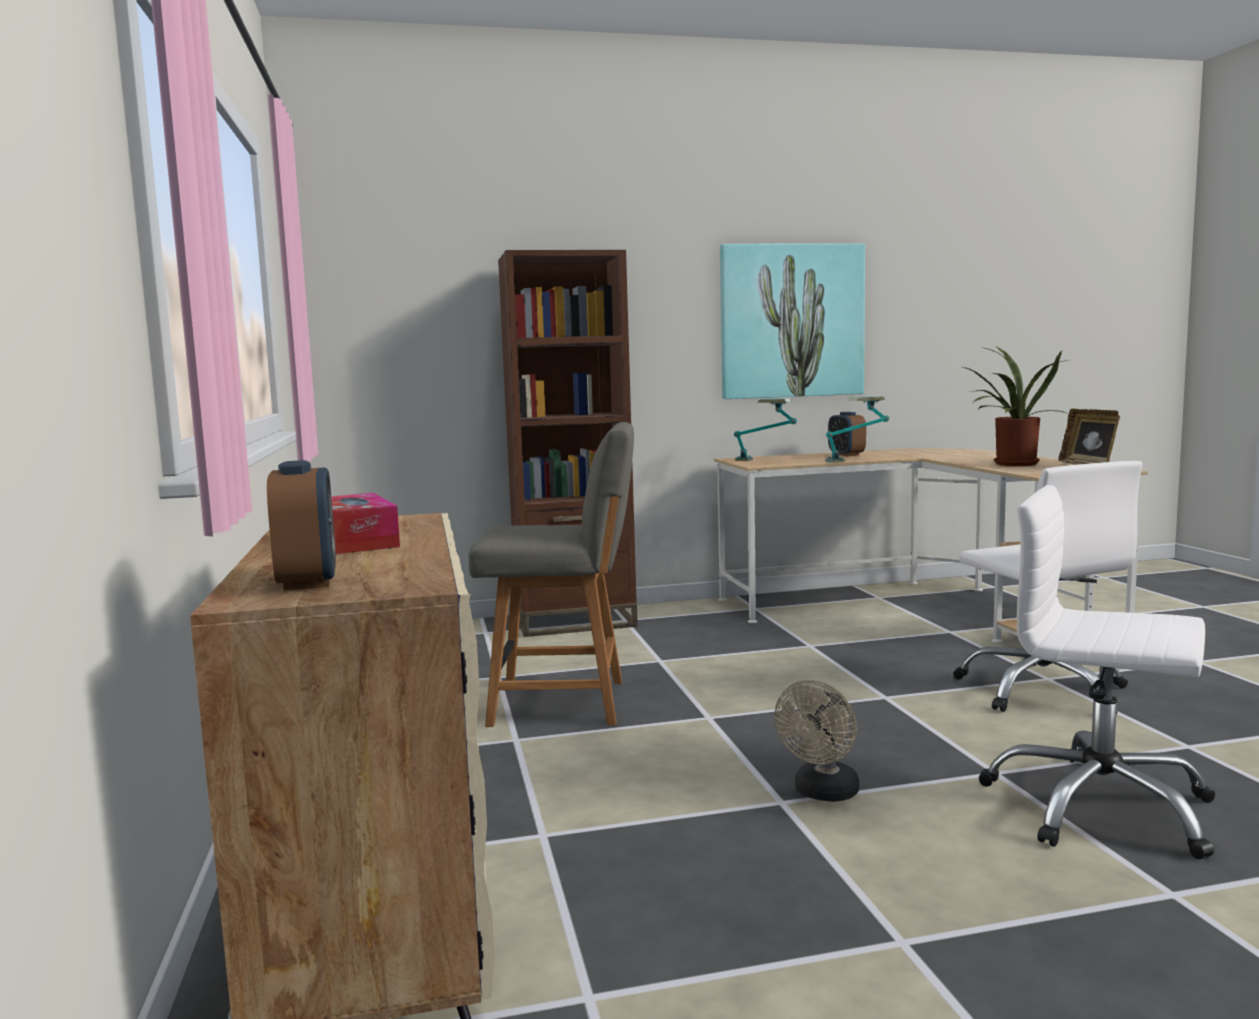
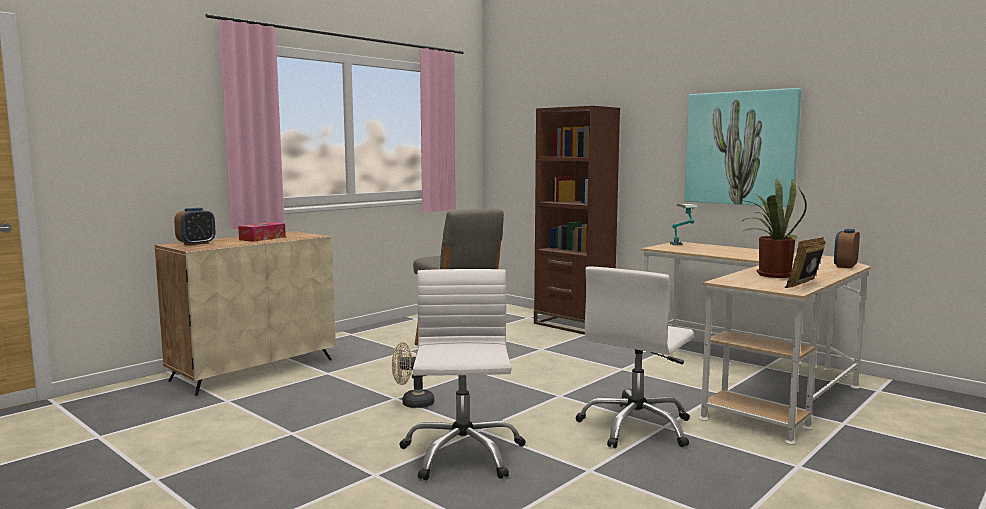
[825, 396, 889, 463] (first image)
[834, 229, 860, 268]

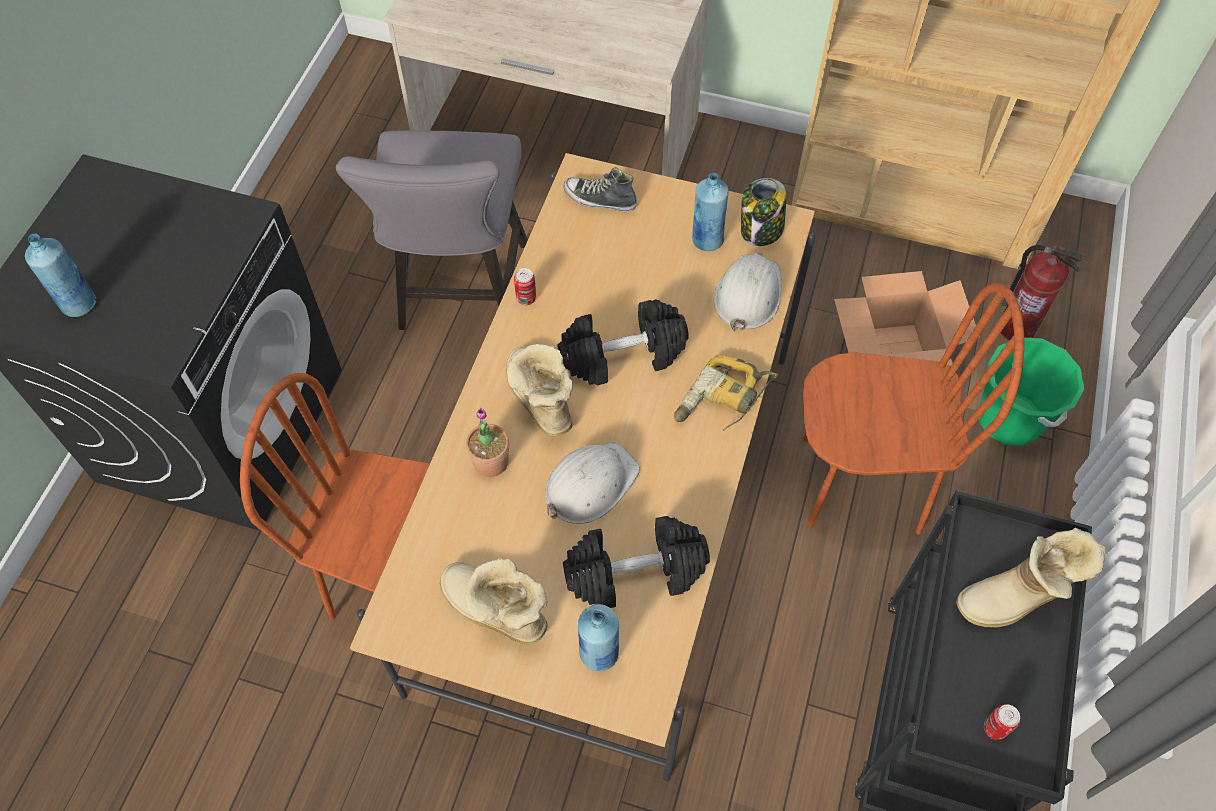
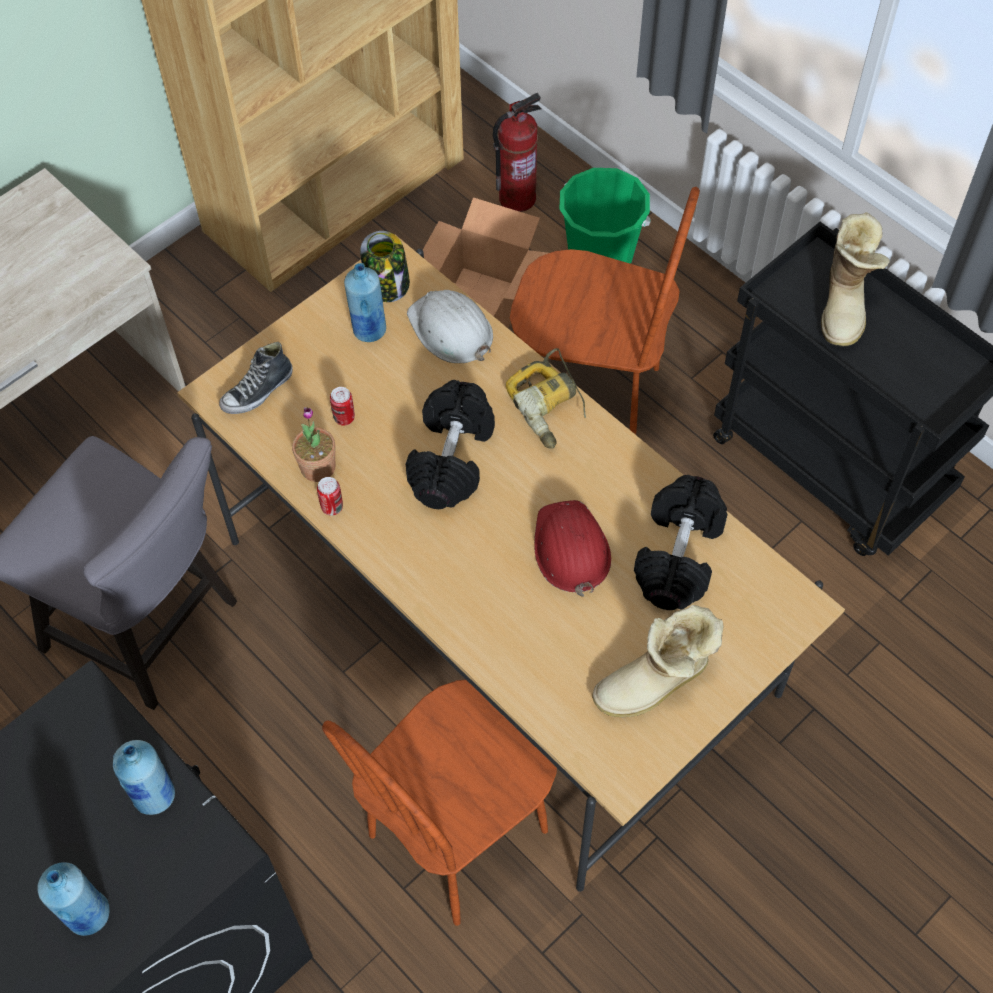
[506, 344, 573, 436] (first image)
[292, 407, 336, 482]
[113, 740, 175, 815]
[330, 387, 355, 426]
[534, 500, 611, 597]
[510, 187, 700, 435]

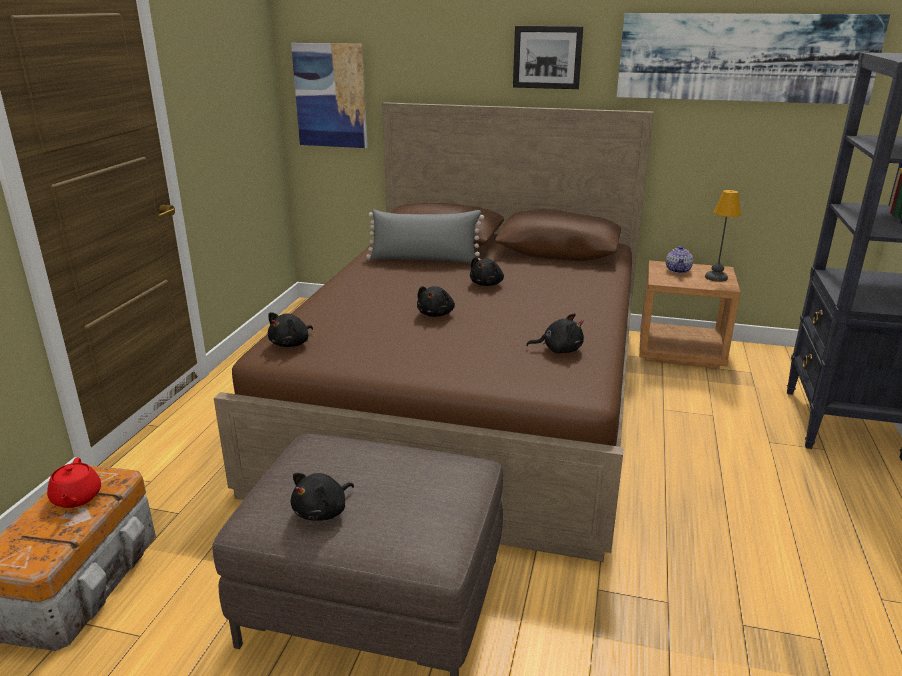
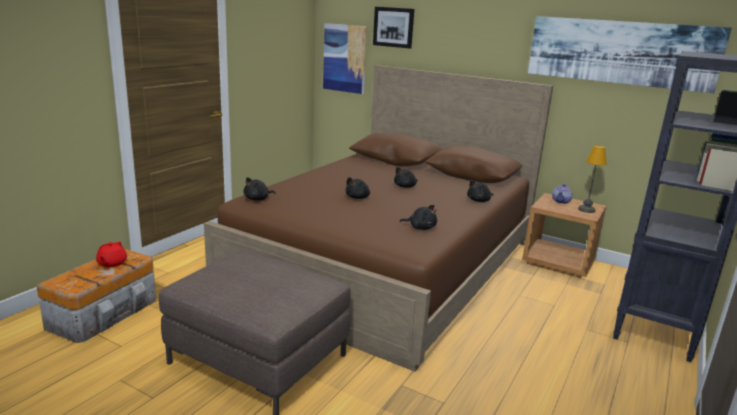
[366, 209, 484, 264] (first image)
[467, 180, 493, 202]
[373, 7, 414, 49]

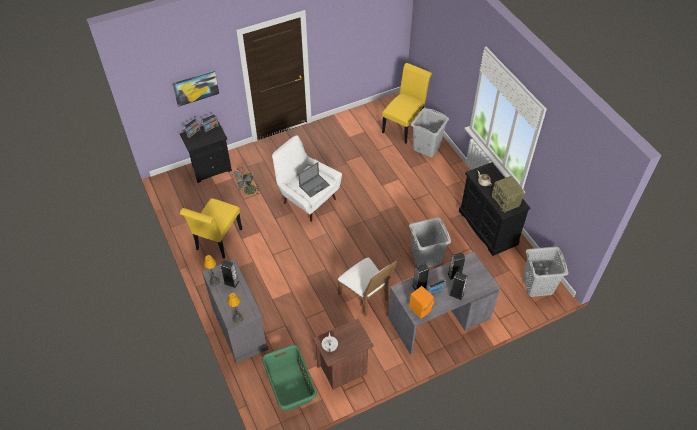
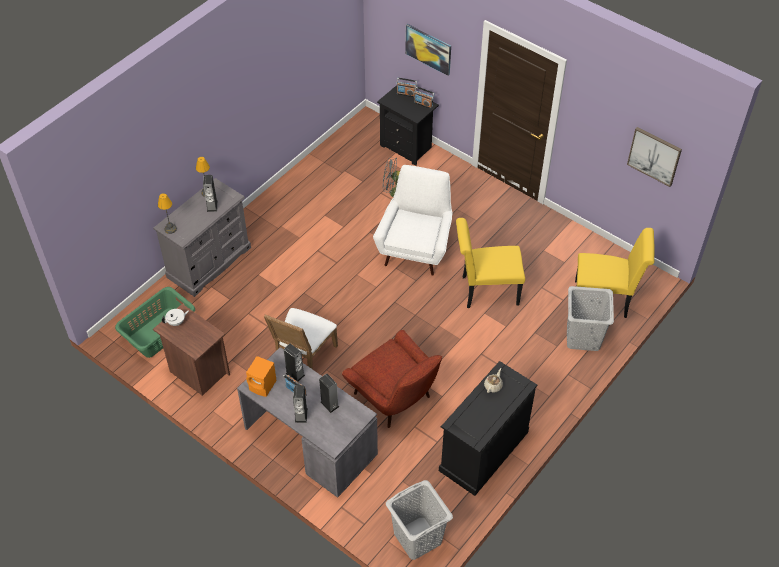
[298, 162, 330, 197] (first image)
[492, 176, 524, 212] (first image)
[627, 127, 682, 187]
[456, 218, 525, 308]
[342, 330, 442, 428]

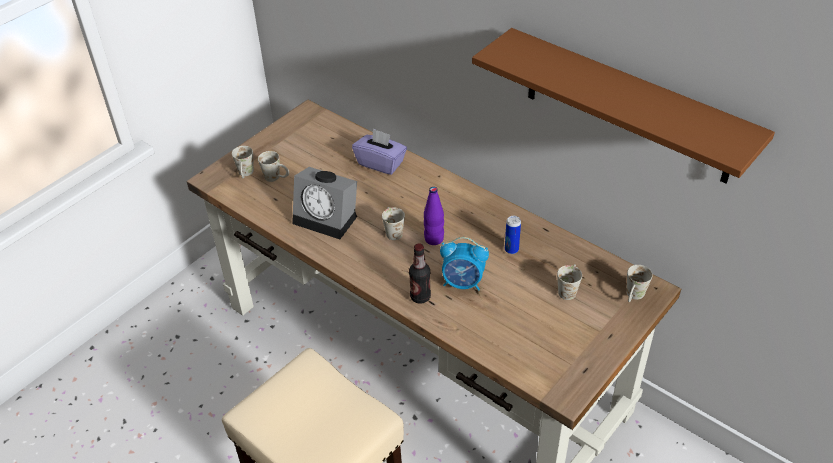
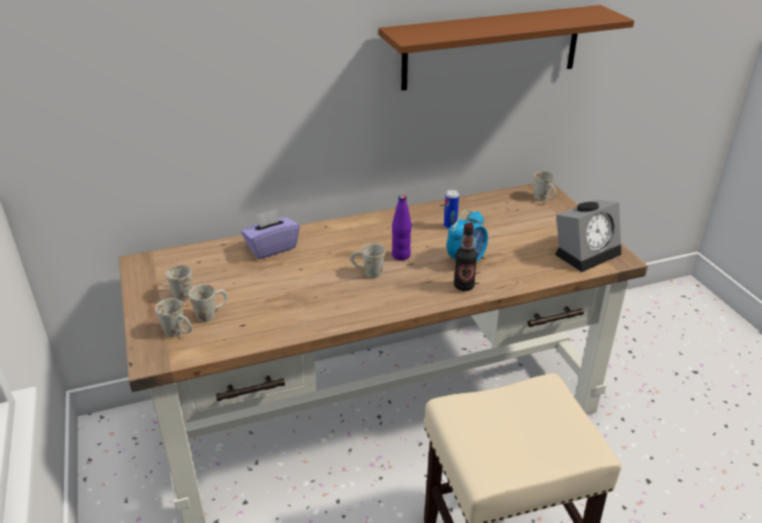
[555, 199, 621, 272]
[166, 265, 192, 301]

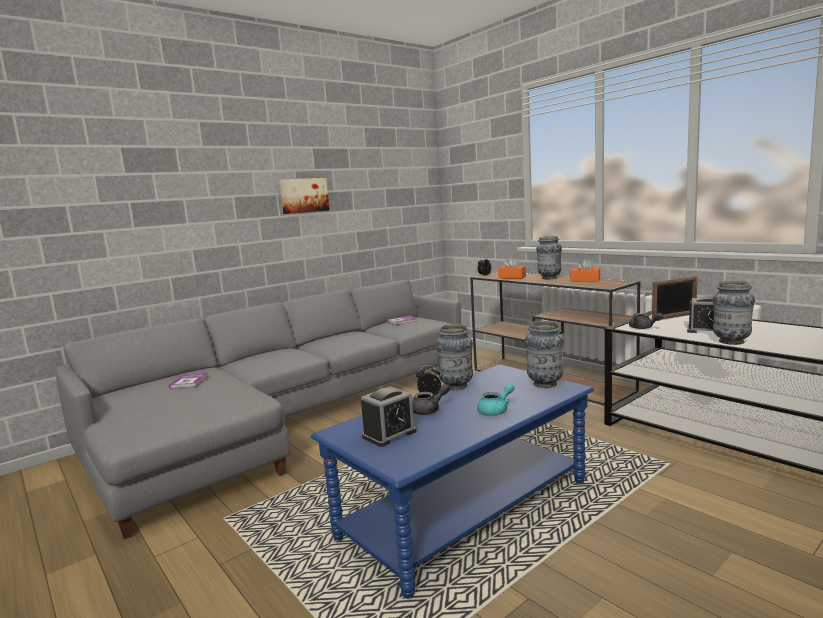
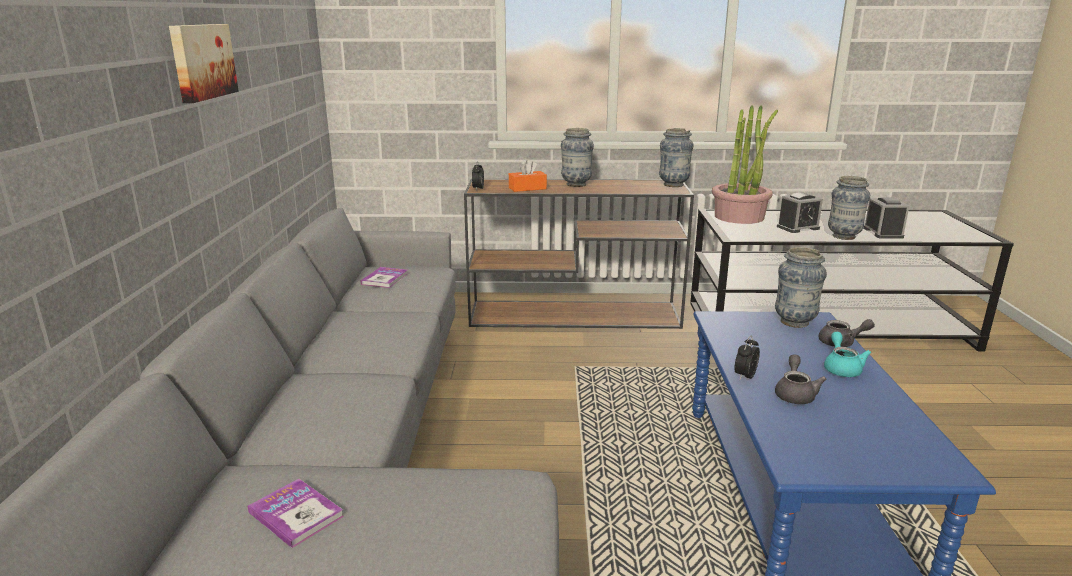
[570, 258, 600, 282] (first image)
[864, 198, 909, 239]
[659, 128, 693, 187]
[818, 319, 875, 347]
[712, 105, 778, 224]

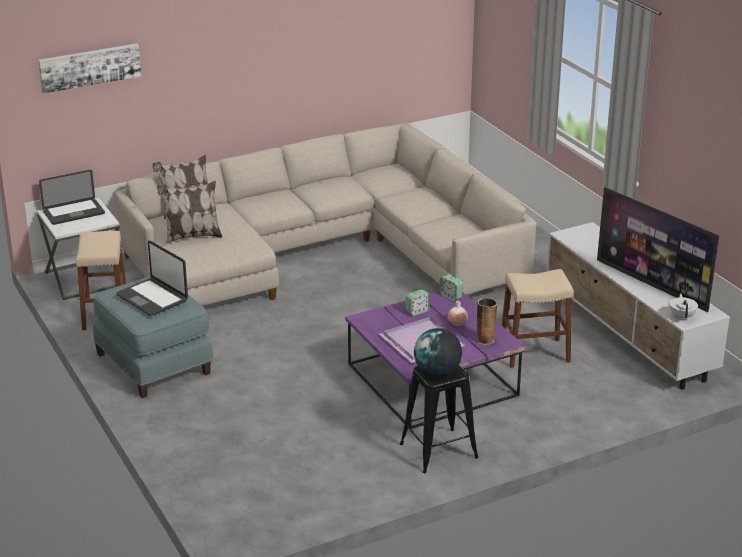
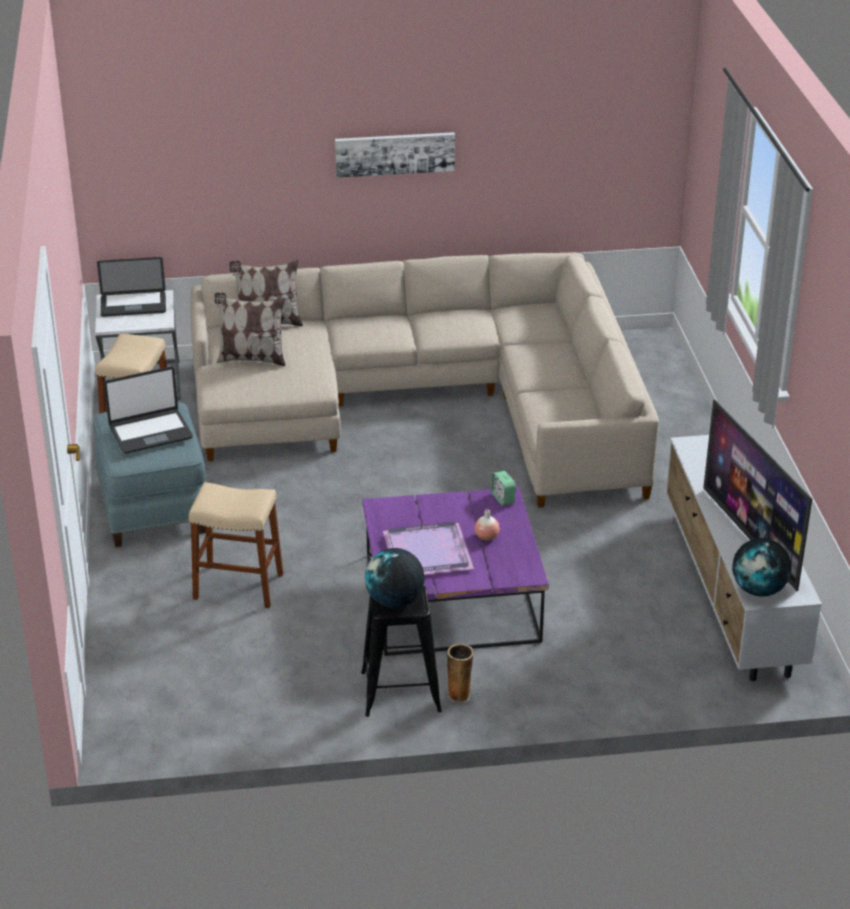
[406, 289, 430, 316] (first image)
[335, 132, 455, 178]
[447, 644, 474, 703]
[189, 482, 283, 608]
[732, 538, 792, 597]
[104, 366, 193, 453]

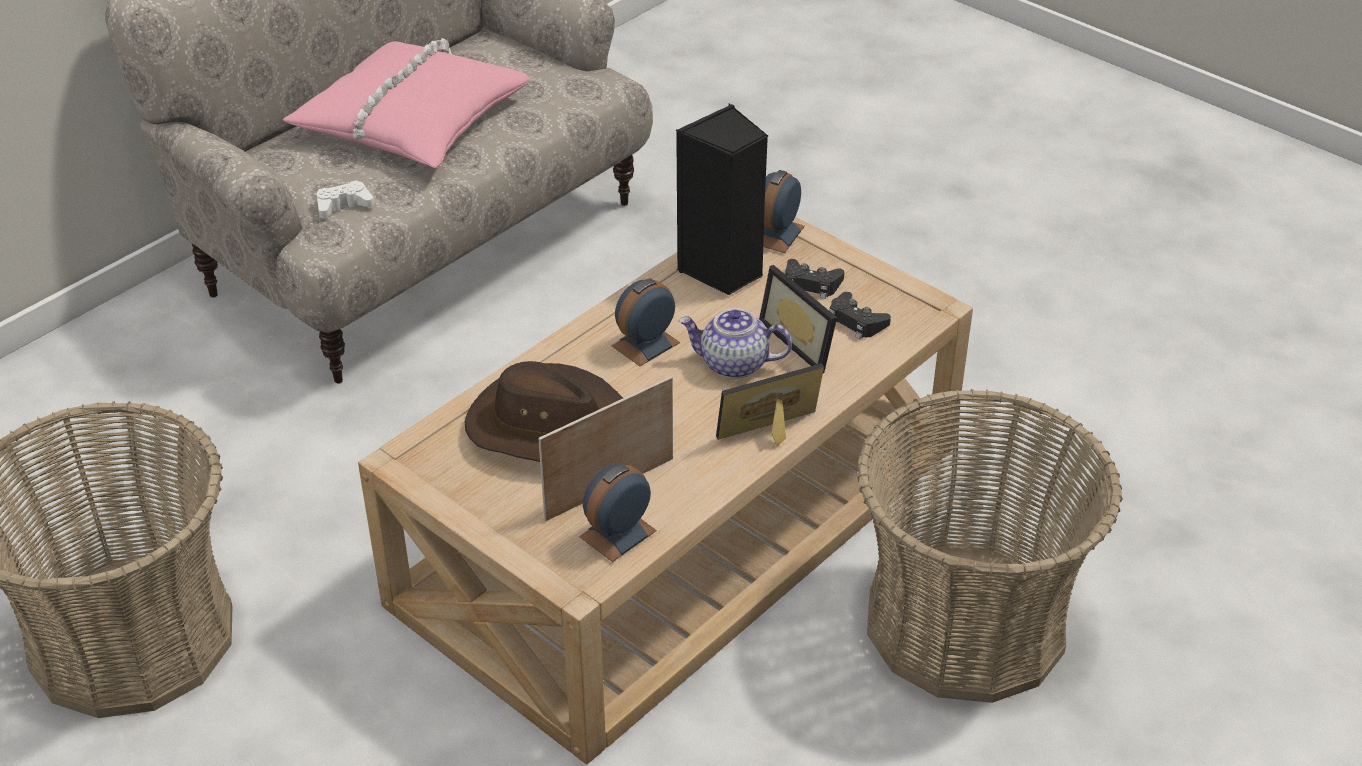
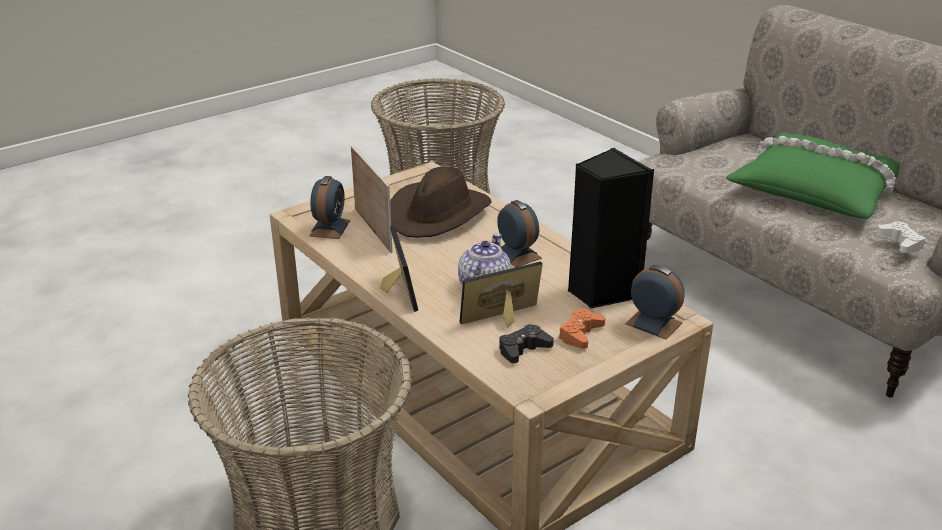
[877, 222, 925, 253]
[726, 132, 900, 219]
[558, 309, 606, 349]
[309, 176, 350, 239]

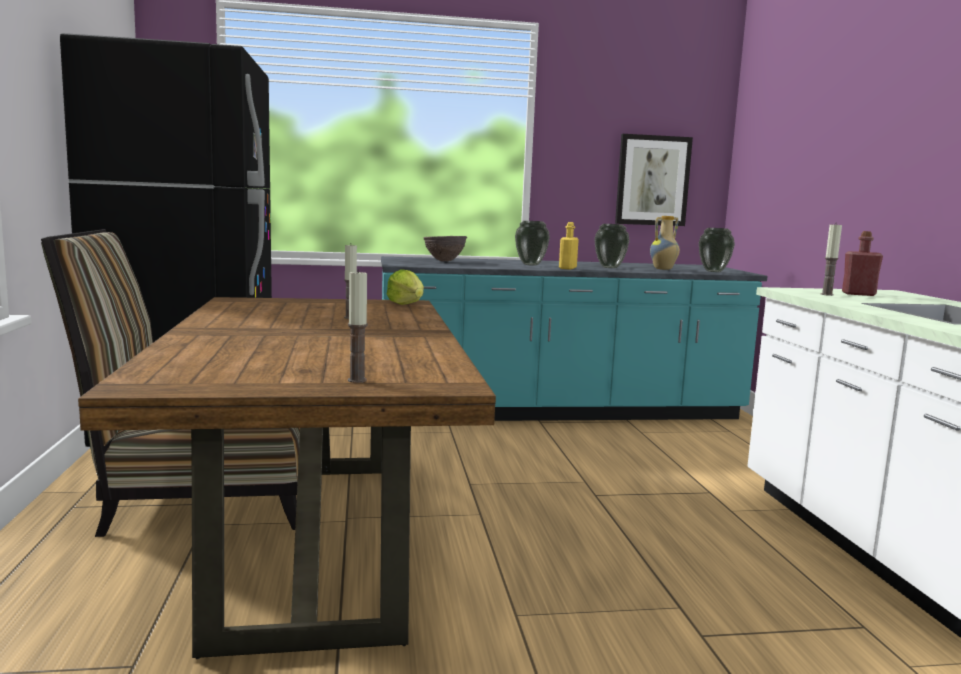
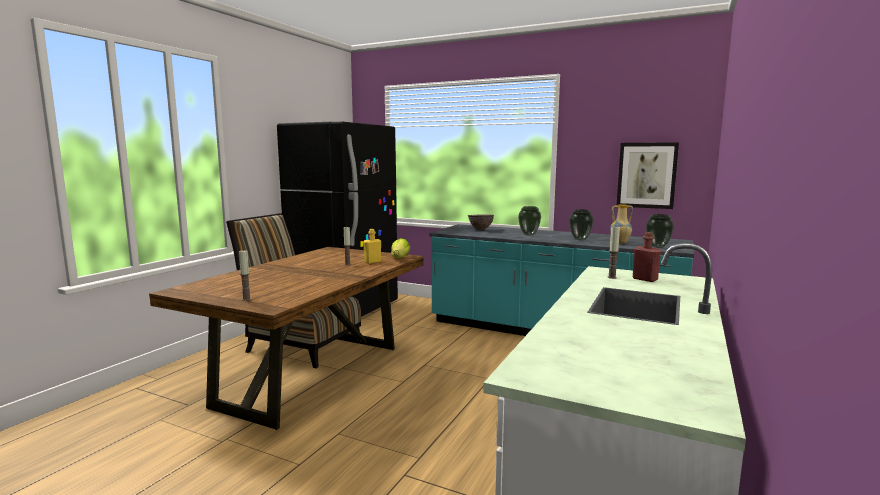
[363, 229, 381, 264]

